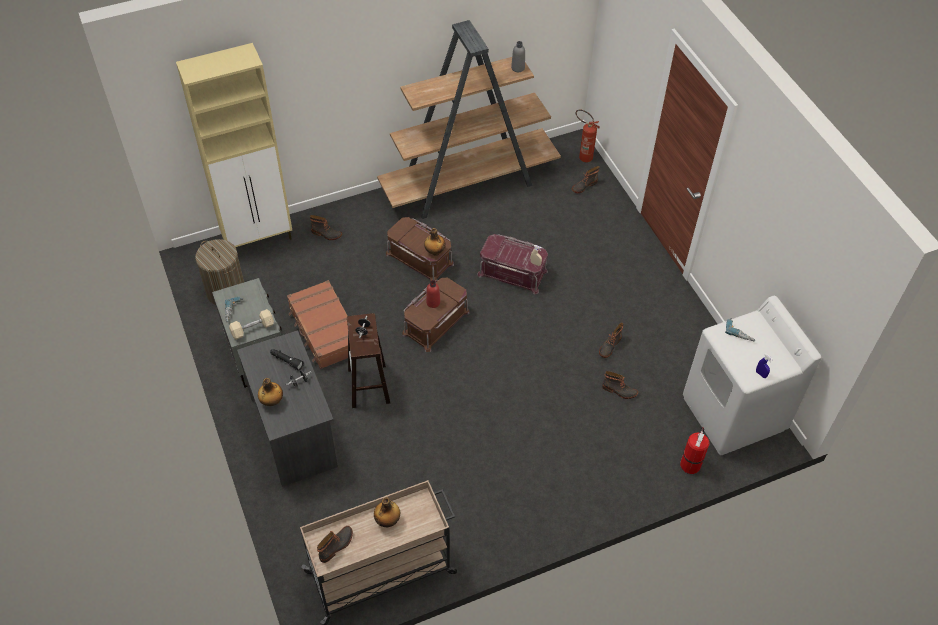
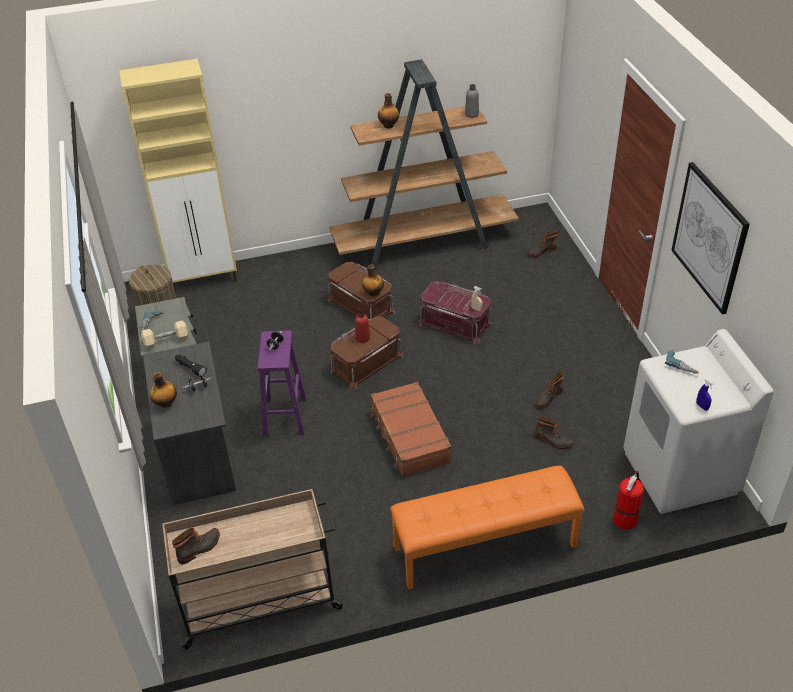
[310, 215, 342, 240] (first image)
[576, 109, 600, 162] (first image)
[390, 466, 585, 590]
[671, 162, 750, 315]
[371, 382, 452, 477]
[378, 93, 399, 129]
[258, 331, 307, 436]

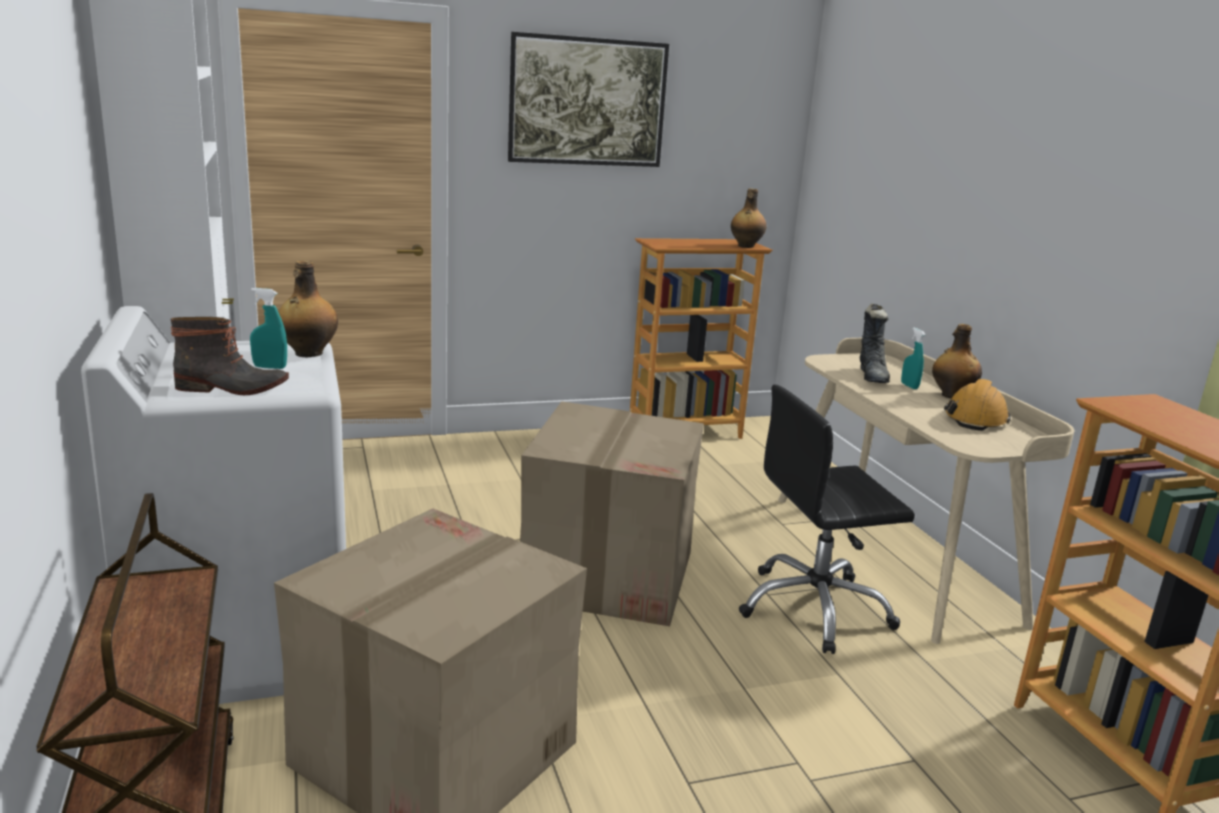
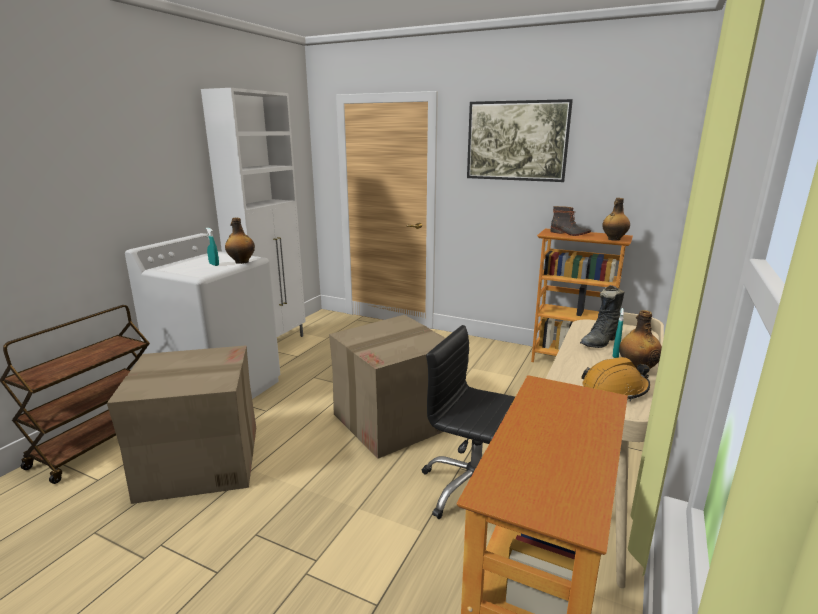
[550, 206, 591, 236]

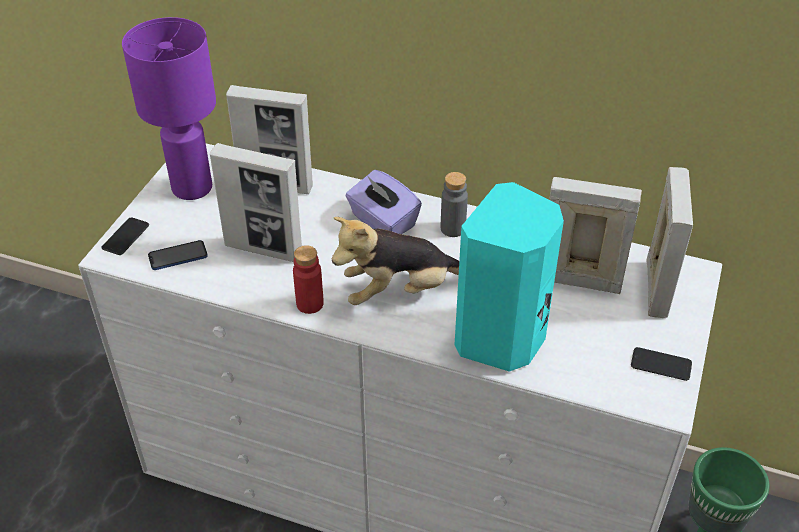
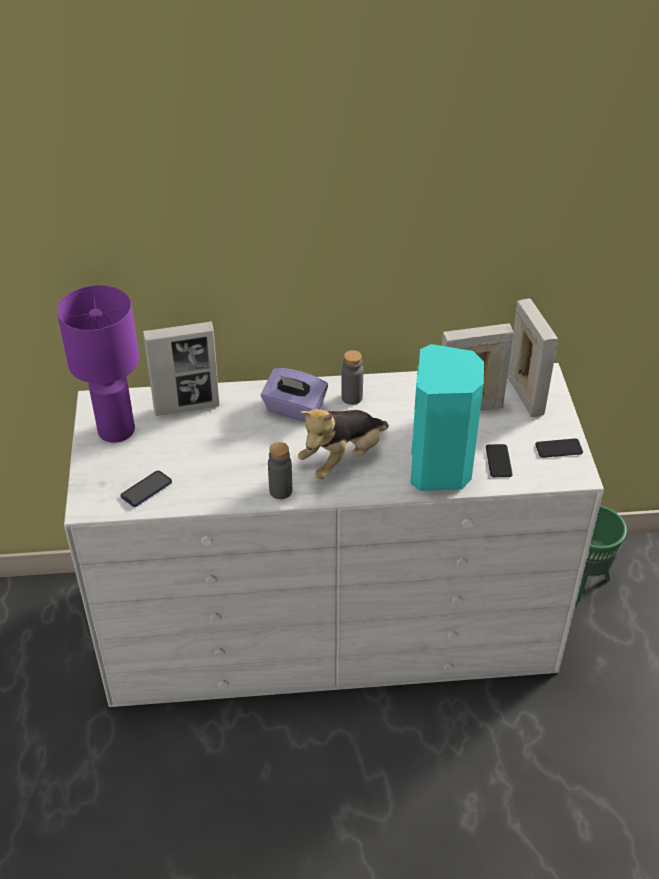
[210, 143, 302, 262] (first image)
[486, 444, 513, 477]
[268, 442, 292, 499]

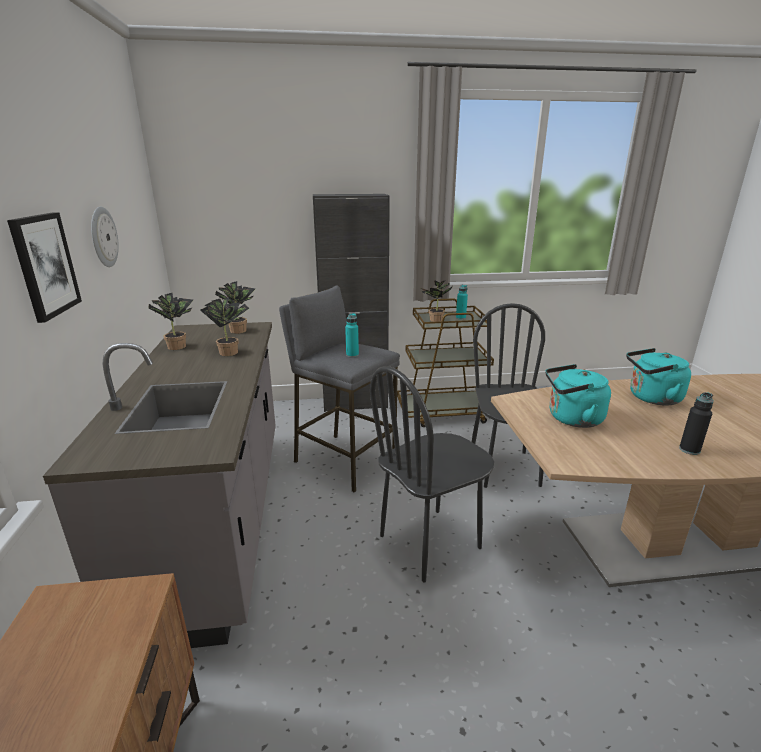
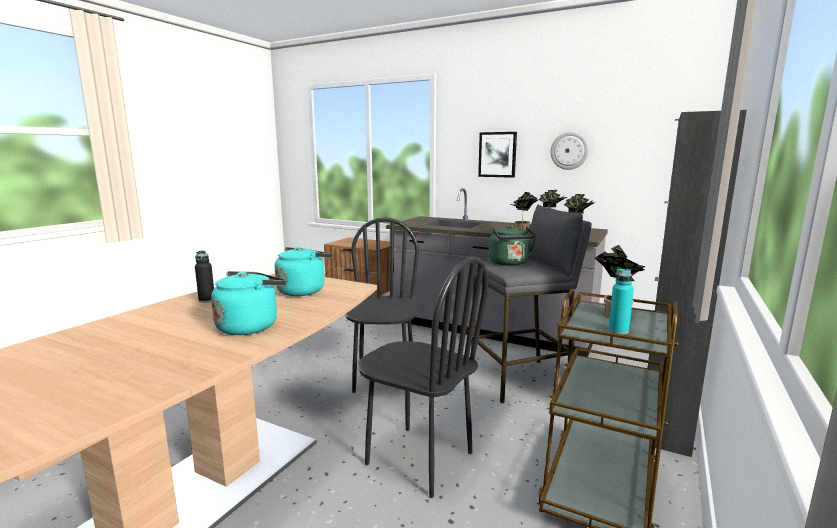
[489, 224, 536, 266]

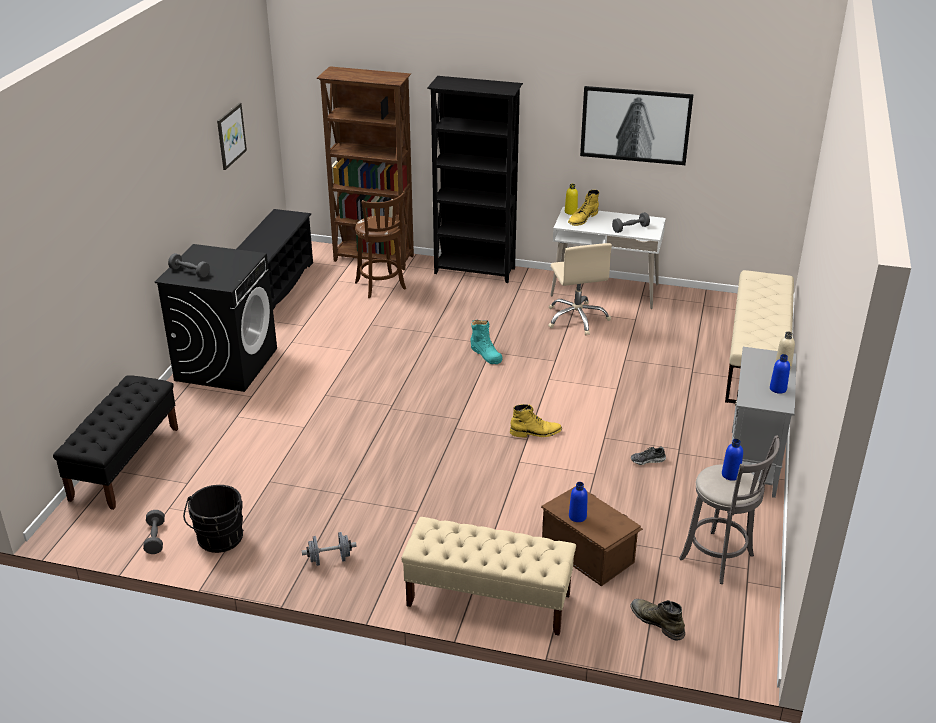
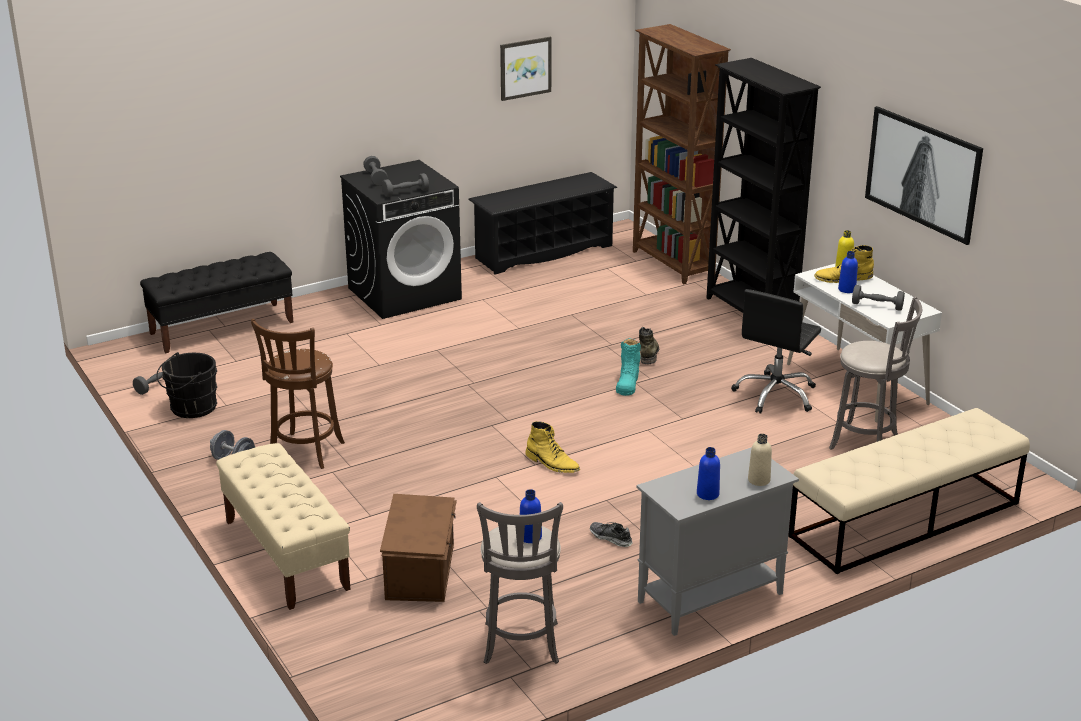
[382, 173, 429, 197]
[829, 297, 922, 450]
[251, 319, 345, 469]
[838, 251, 858, 293]
[639, 327, 659, 364]
[732, 289, 821, 414]

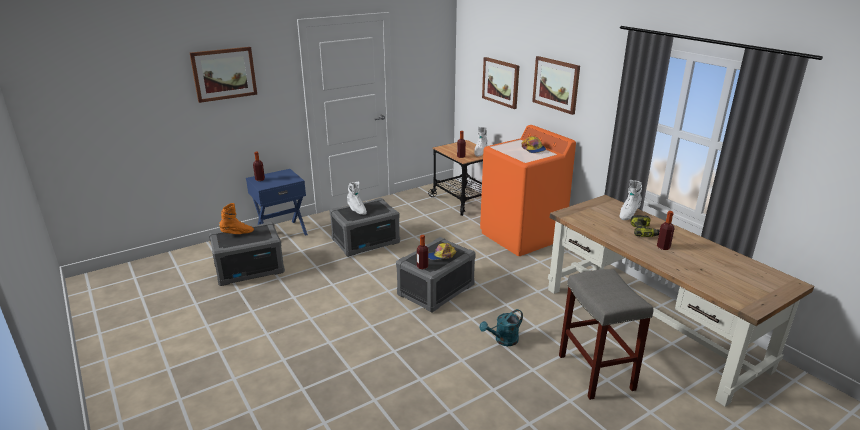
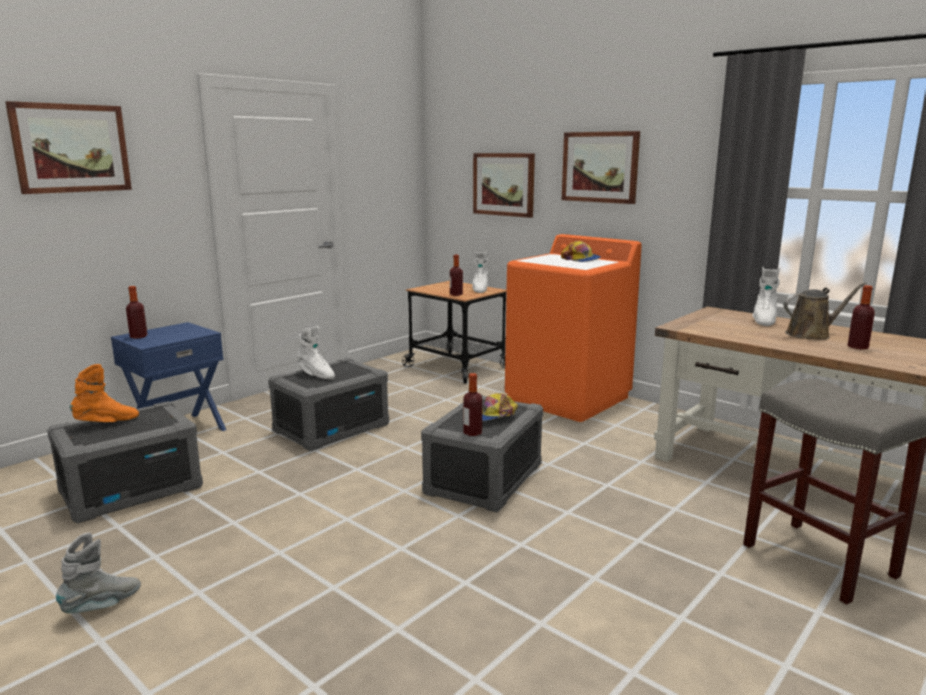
[479, 309, 523, 346] (first image)
[56, 533, 141, 614]
[783, 282, 866, 340]

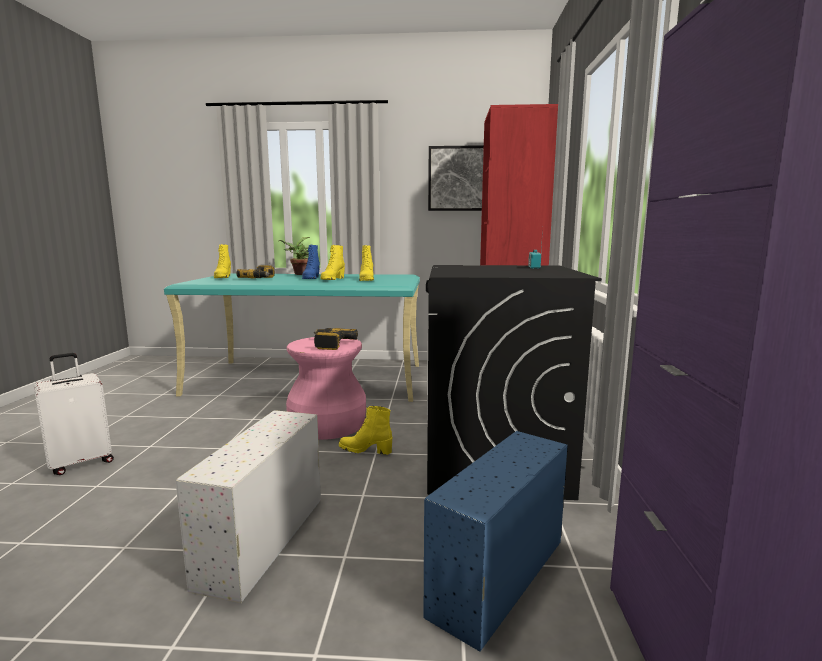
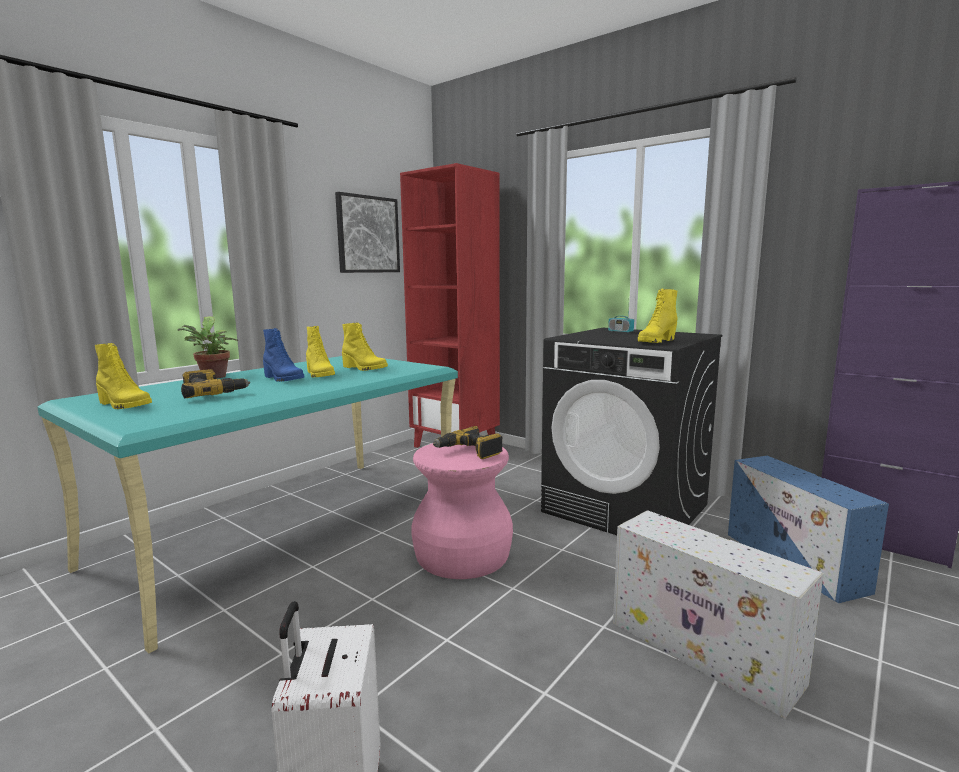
[638, 289, 678, 343]

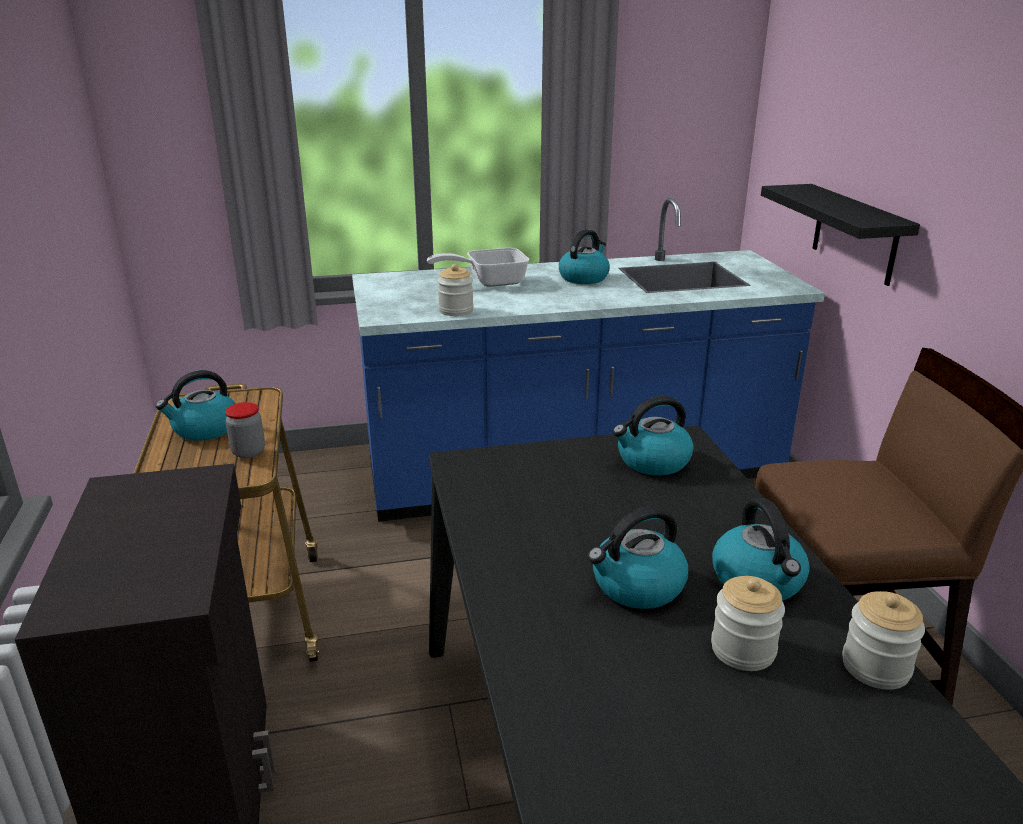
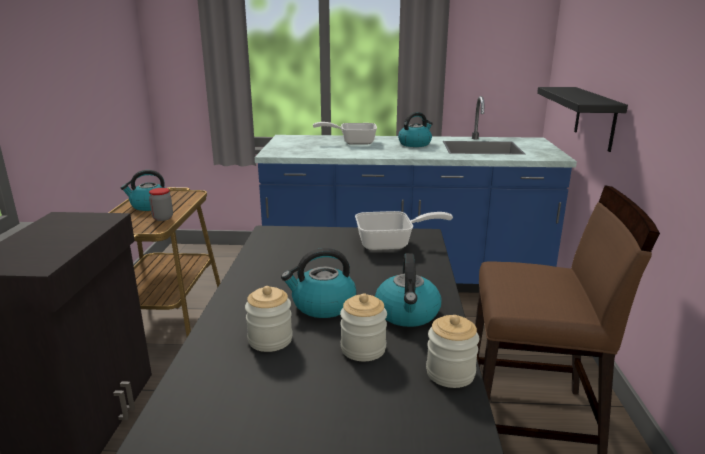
[245, 286, 293, 352]
[355, 211, 453, 250]

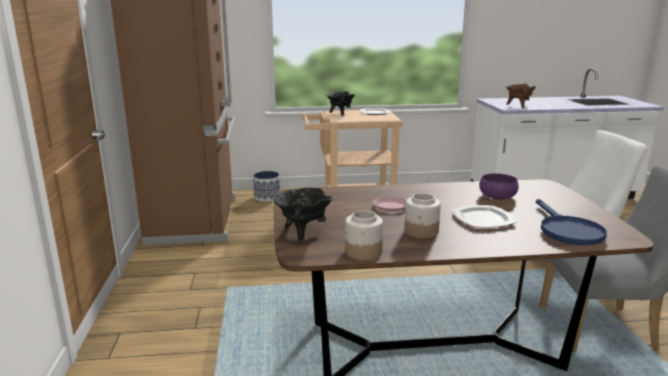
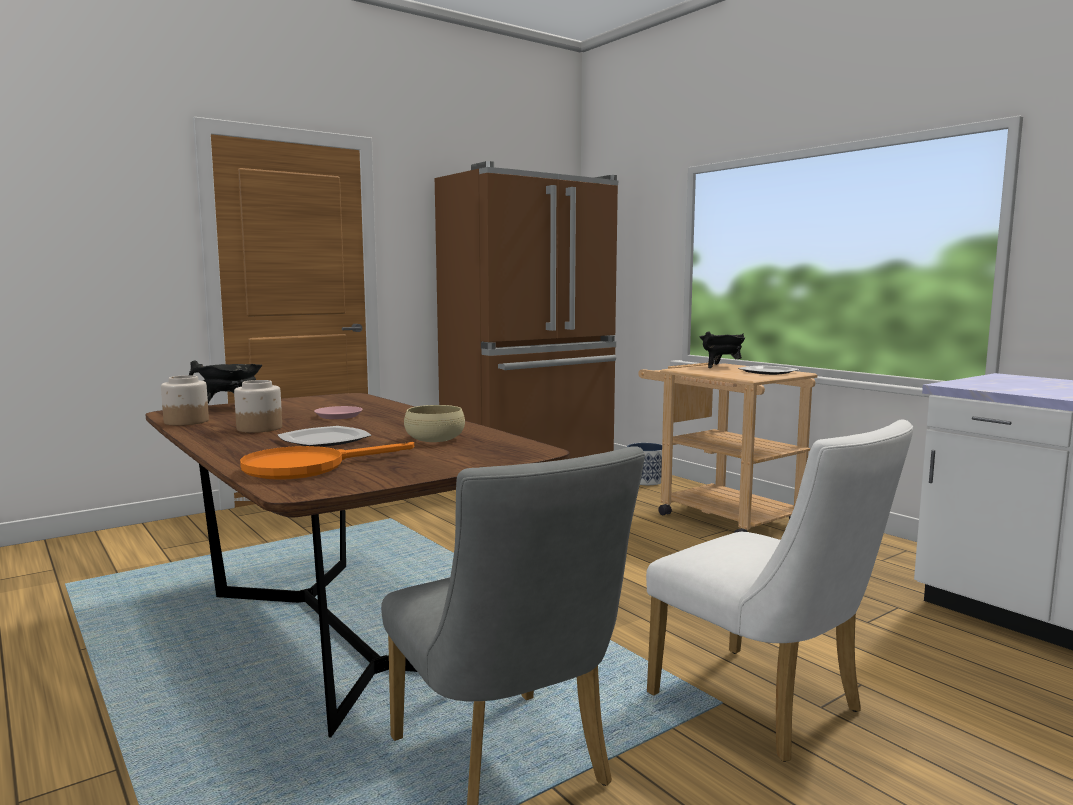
[506, 84, 536, 108] (first image)
[404, 405, 465, 442]
[240, 442, 414, 480]

